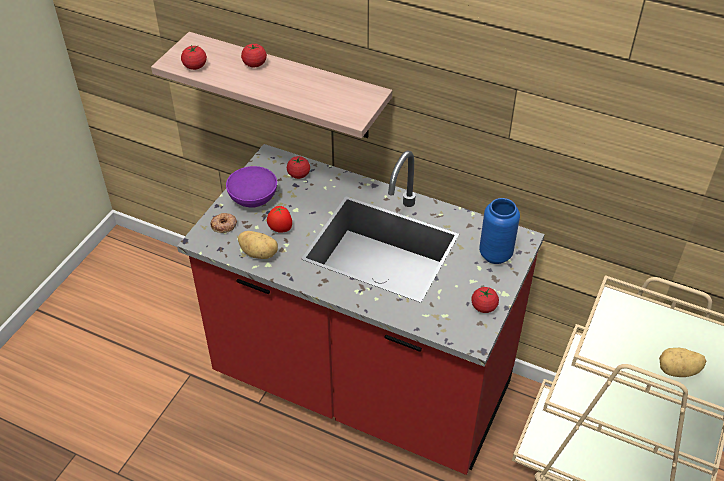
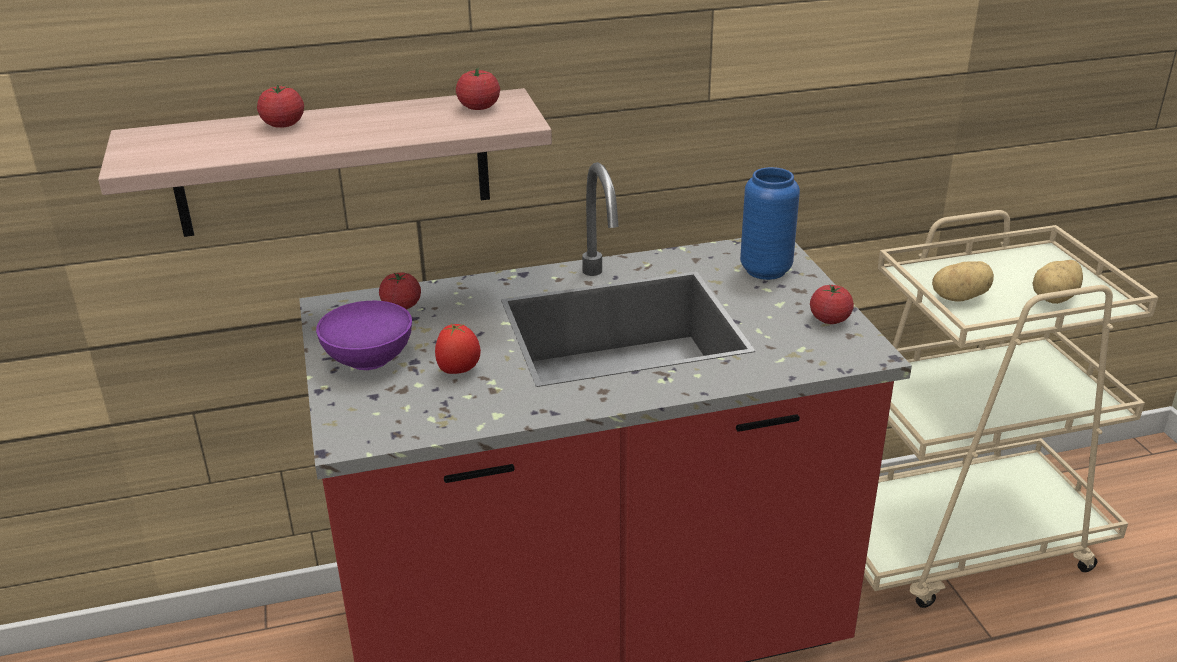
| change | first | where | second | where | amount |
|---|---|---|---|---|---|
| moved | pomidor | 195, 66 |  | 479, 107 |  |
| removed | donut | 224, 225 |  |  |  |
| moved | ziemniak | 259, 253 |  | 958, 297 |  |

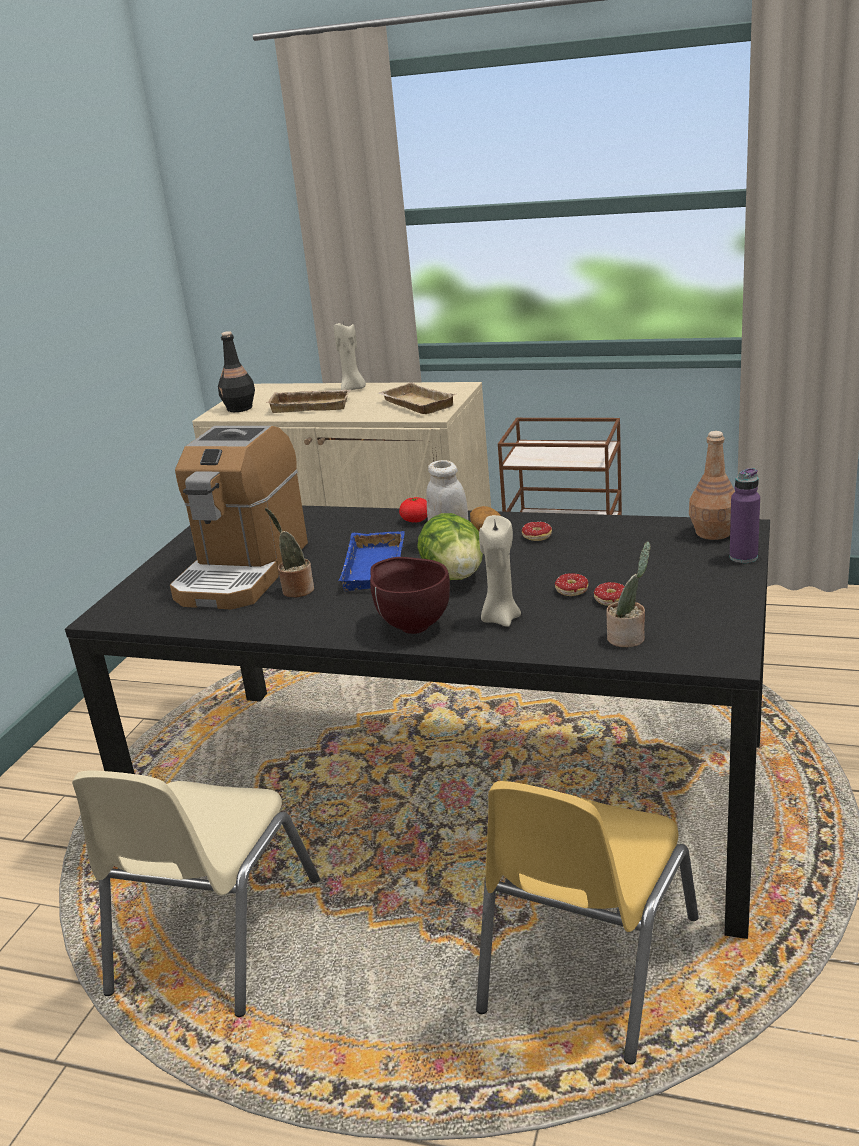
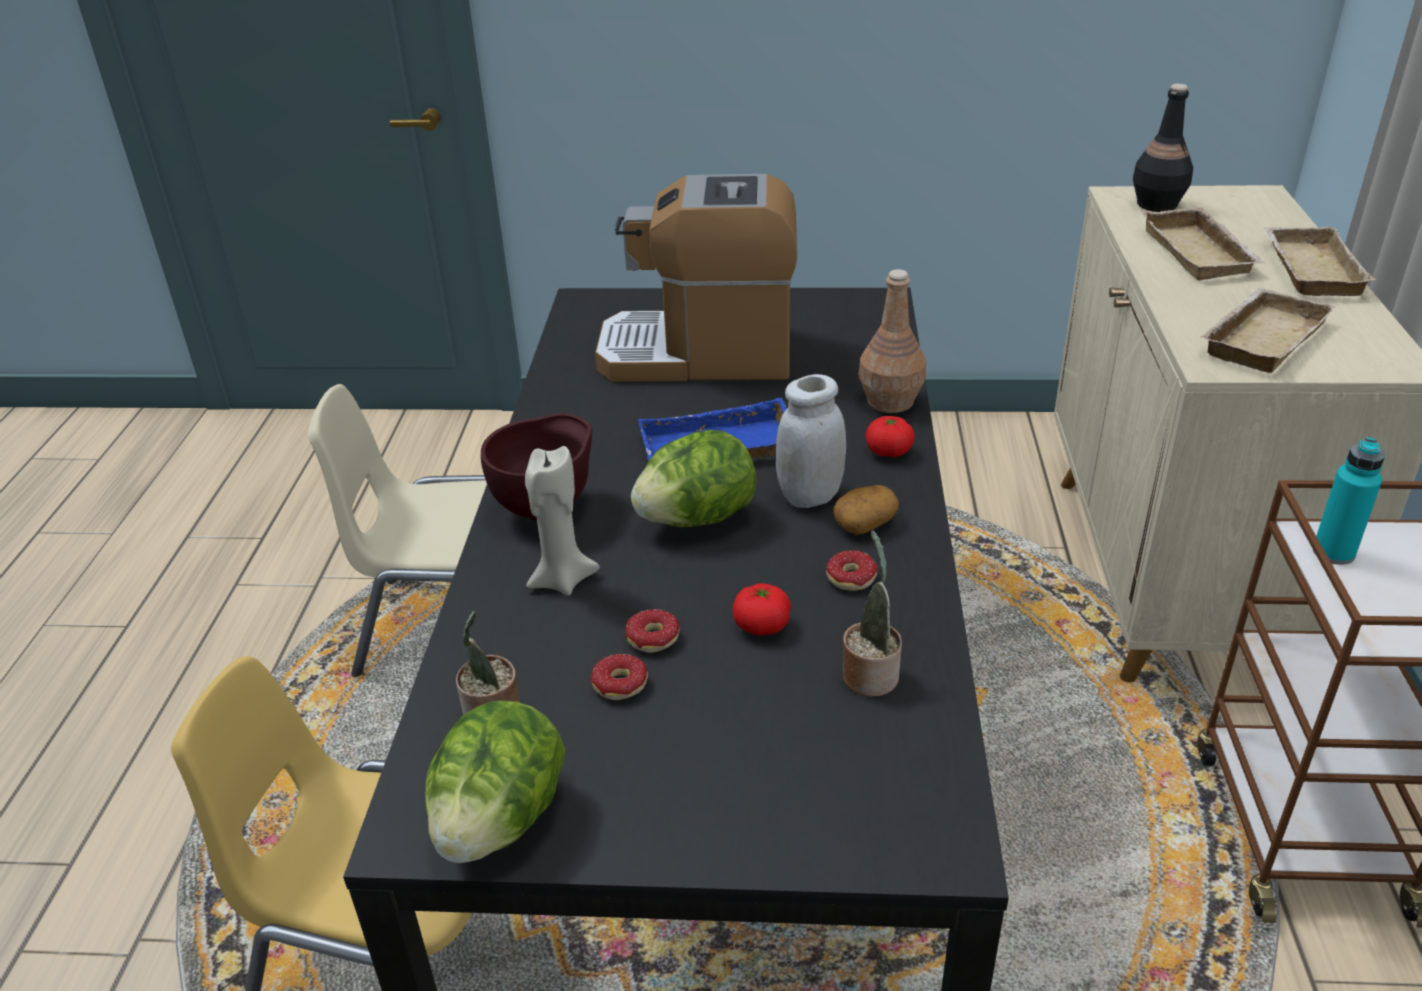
| change | first | where | second | where | amount |
|---|---|---|---|---|---|
| moved | roślina doniczkowa | 296, 590 |  | 870, 673 |  |
| replaced | świeca (beżowy) | 353, 389 | taca (beżowy) | 1307, 269 |  |
| moved | butelka (brązowy) | 713, 532 |  | 891, 401 |  |
| removed | butelka (fioletowy) | 743, 557 |  |  |  |
| added |  |  | sałata | 500, 820 |  |
| added |  |  | pomidor | 762, 625 |  |
| added |  |  | butelka (turkusowy) | 1333, 553 |  |

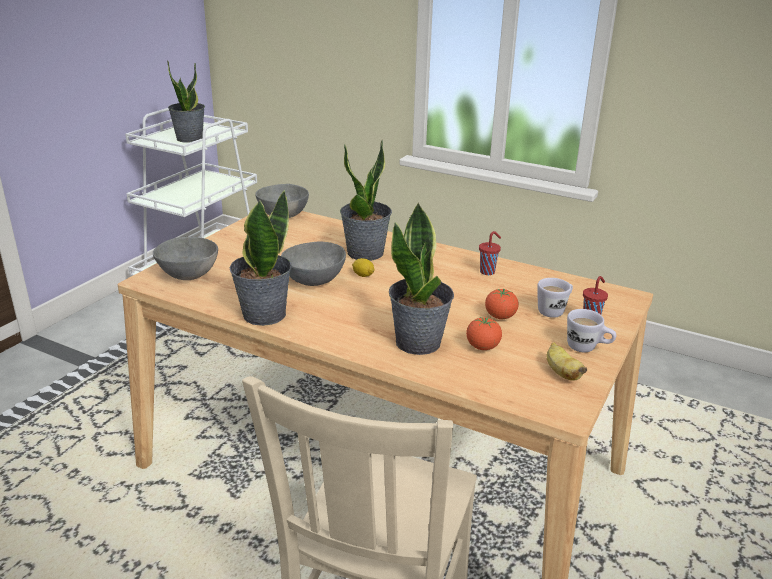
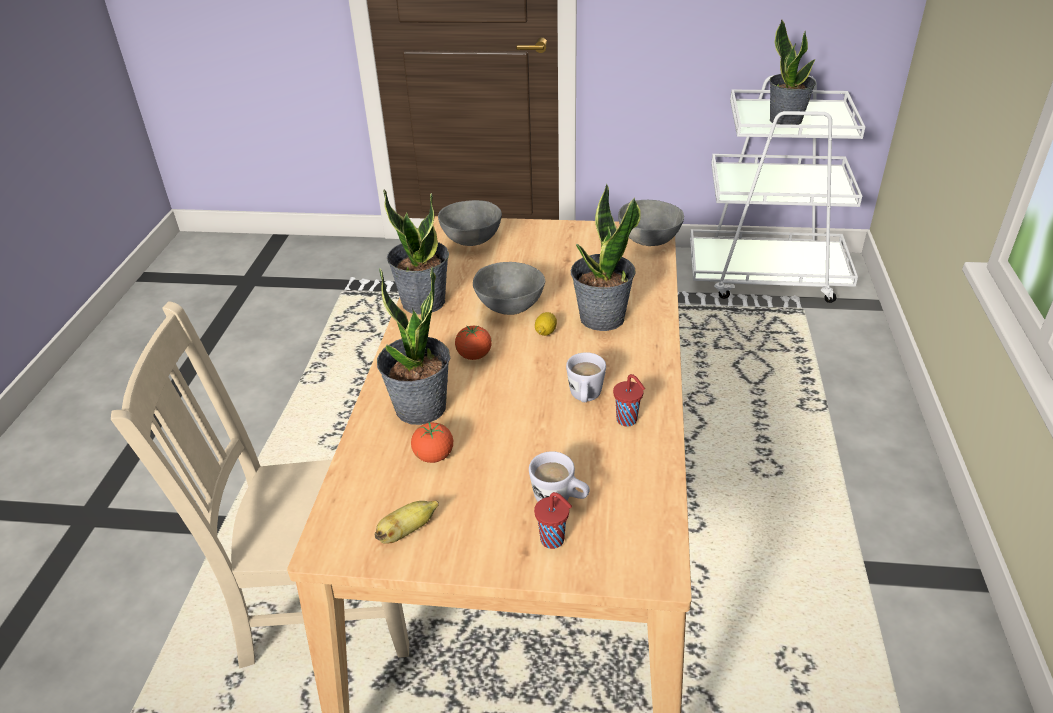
| change | first | where | second | where | amount |
|---|---|---|---|---|---|
| moved | pomidor | 500, 317 |  | 474, 356 |  |
| moved | kubek (biały) | 587, 348 |  | 585, 398 |  |

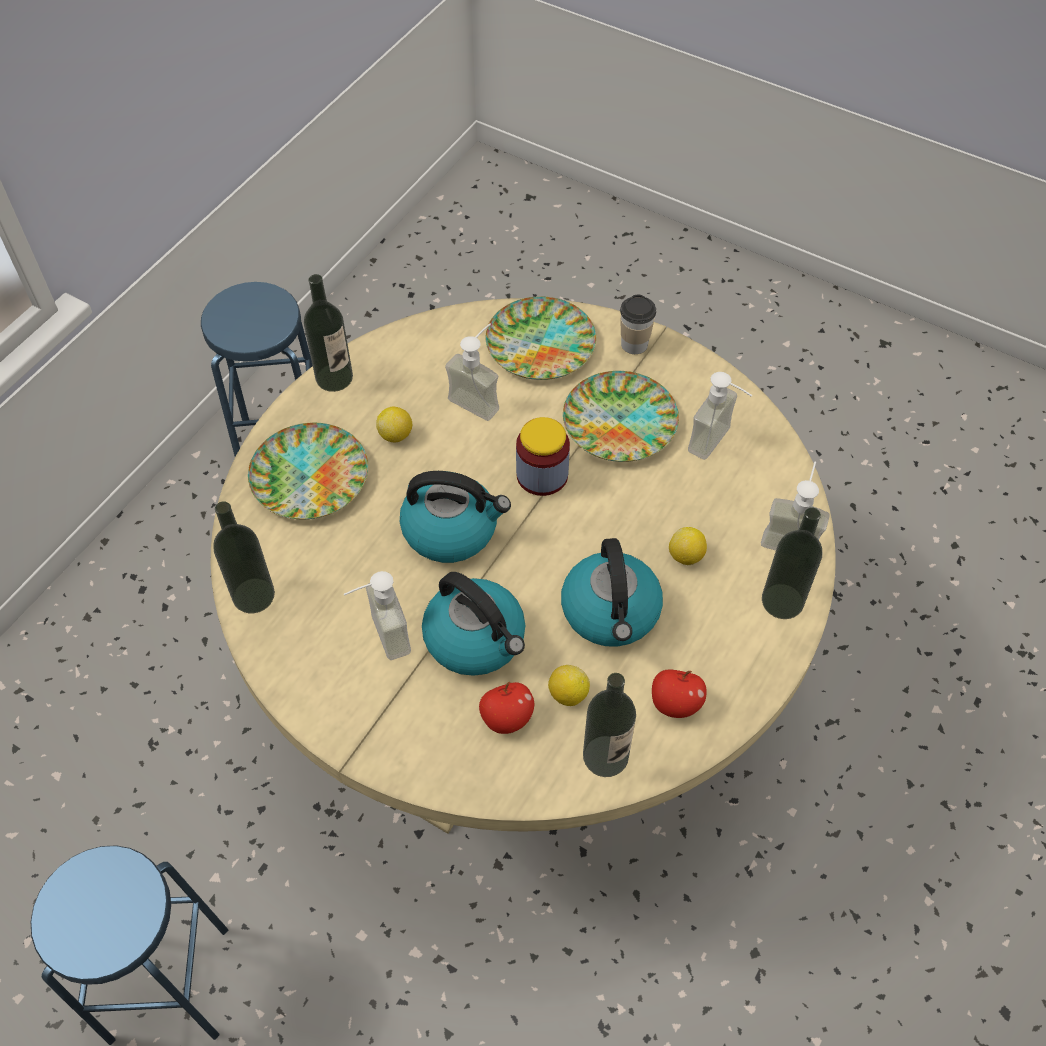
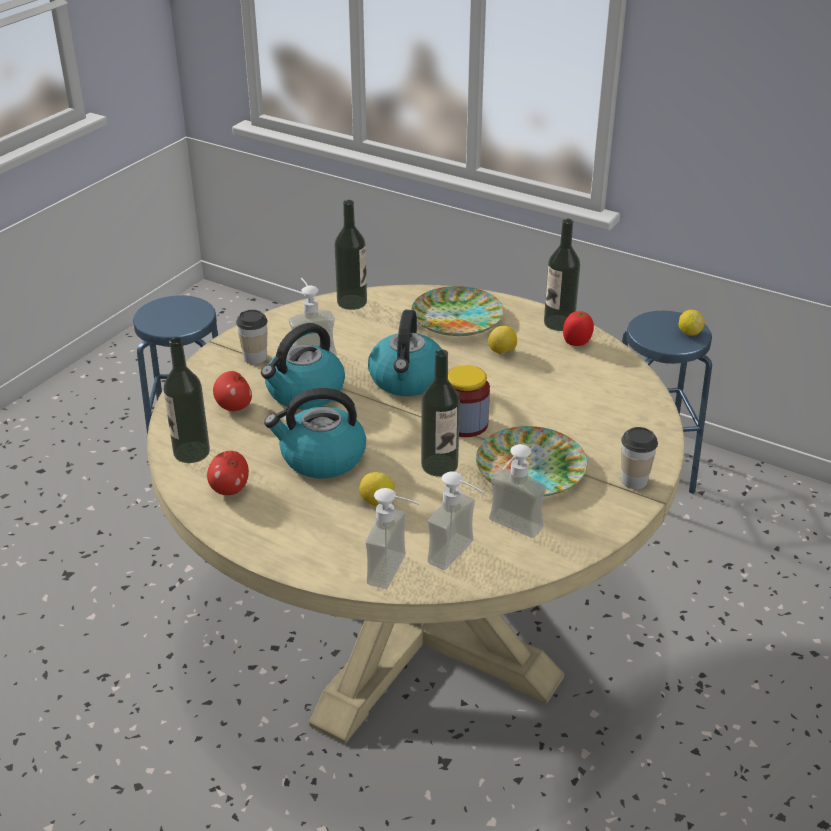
| change | first | where | second | where | amount |
|---|---|---|---|---|---|
| moved | dozownik mydła | 479, 398 |  | 460, 556 |  |
| removed | talerz | 540, 344 |  |  |  |
| moved | cytryna | 568, 694 |  | 689, 333 |  |
| moved | butelka | 782, 601 |  | 439, 465 |  |
| added |  |  | filiżanka | 255, 358 |  |
| added |  |  | pomidor | 577, 342 |  |

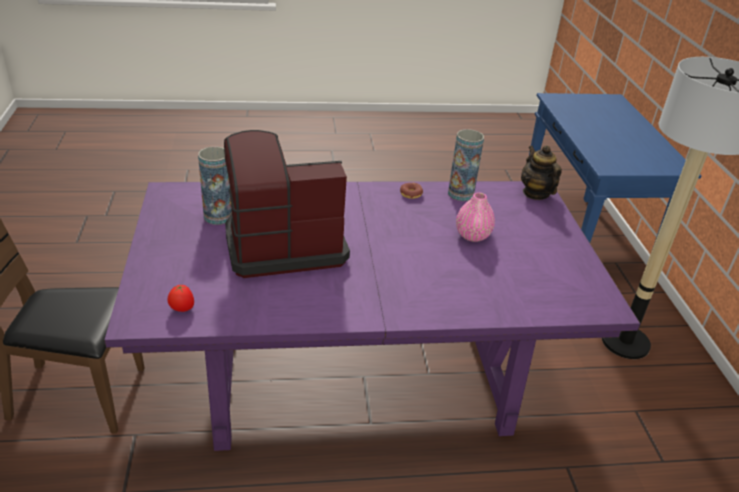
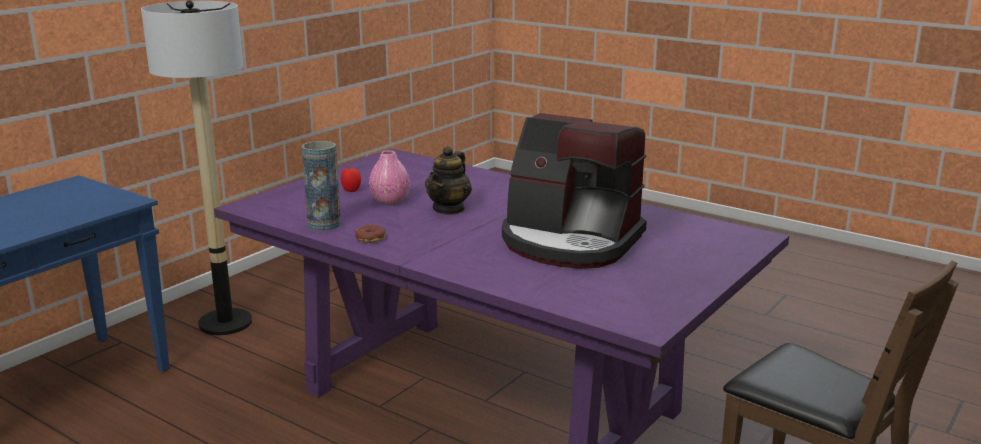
| change | first | where | second | where | amount |
|---|---|---|---|---|---|
| moved | pomidor | 182, 309 |  | 351, 190 |  |
| removed | wazon | 218, 216 |  |  |  |
| moved | imbryk | 535, 193 |  | 449, 209 |  |

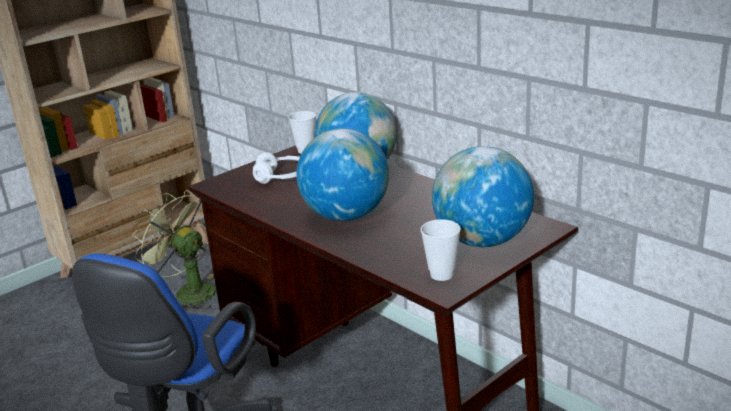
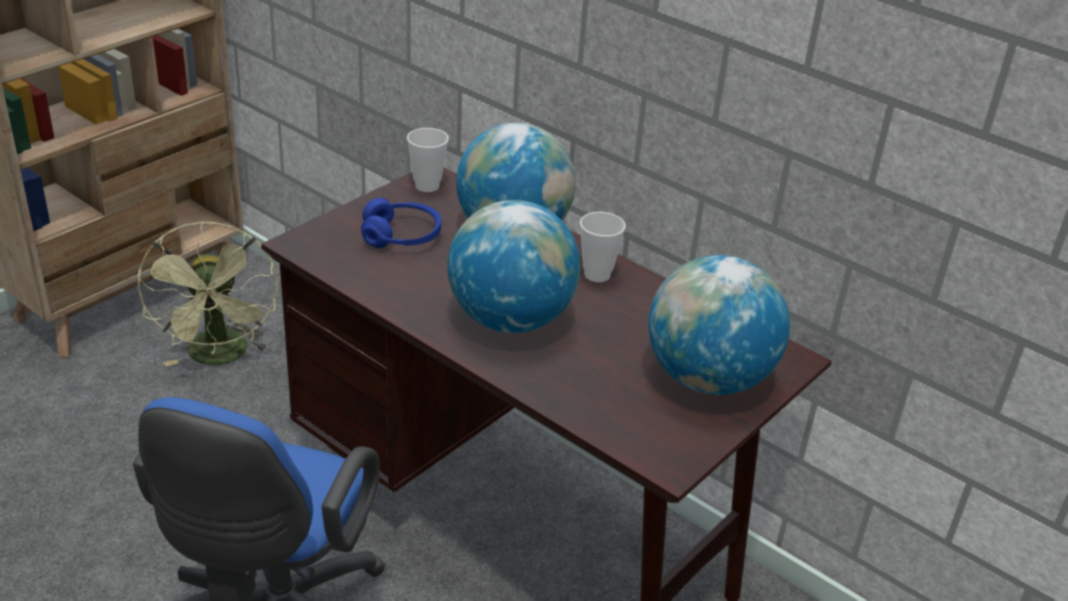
| change | first | where | second | where | amount |
|---|---|---|---|---|---|
| turned | wentylator (zielony) | 188, 292 |  | 220, 357 | 135 degrees counterclockwise |
| recoloured | słuchawki (biały) | 282, 177 | słuchawki (niebieski) | 401, 236 |  |
| moved | filiżanka | 441, 274 |  | 597, 274 |  |

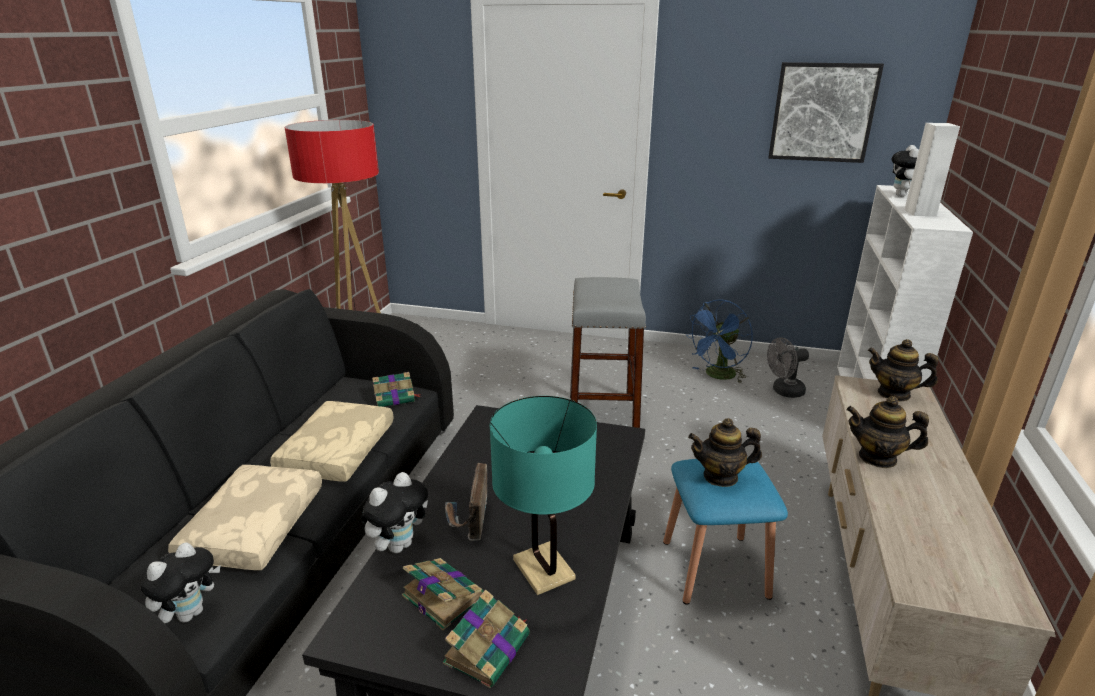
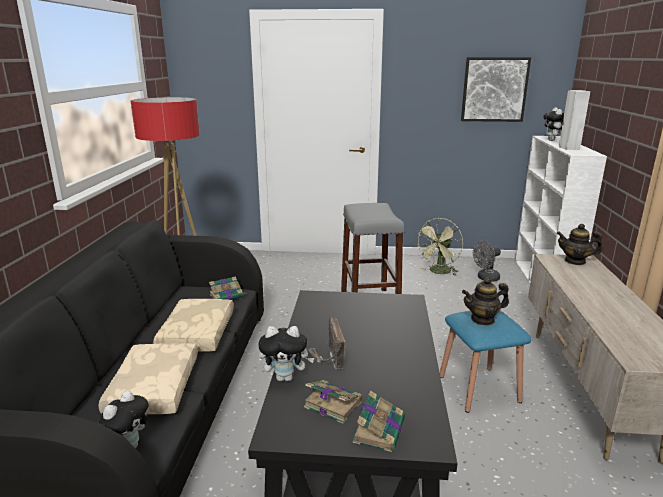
| change | first | where | second | where | amount |
|---|---|---|---|---|---|
| turned | pluszak | 399, 544 |  | 286, 377 | 60 degrees clockwise |
| removed | lampa stołowa (turkusowy) | 544, 569 |  |  |  |
| recoloured | wentylator (niebieski) | 717, 376 | wentylator (zielony) | 438, 272 |  |
| removed | imbryk | 878, 458 |  |  |  |

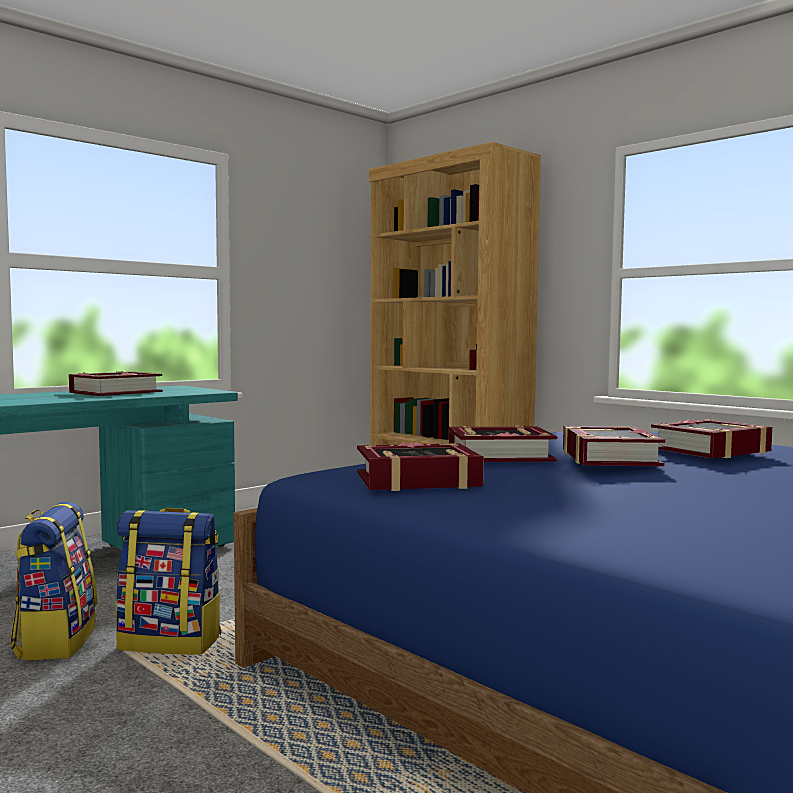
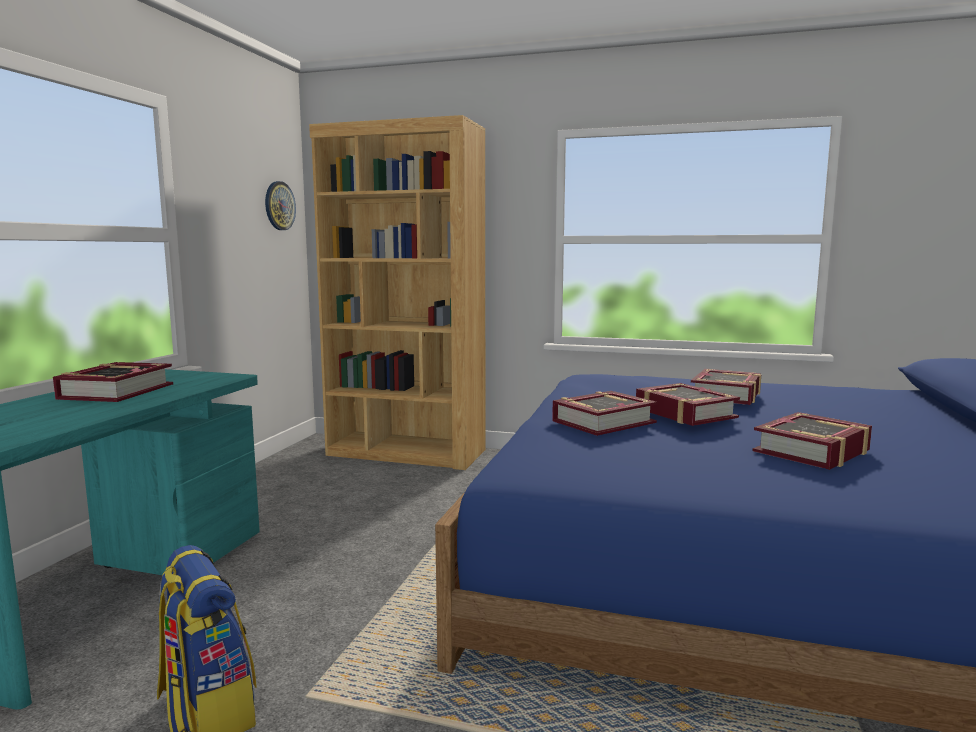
| change | first | where | second | where | amount |
|---|---|---|---|---|---|
| removed | plecak | 171, 642 |  |  |  |
| moved | książka | 417, 480 |  | 812, 451 |  |
| added |  |  | zegar ścienny | 279, 206 |  |

